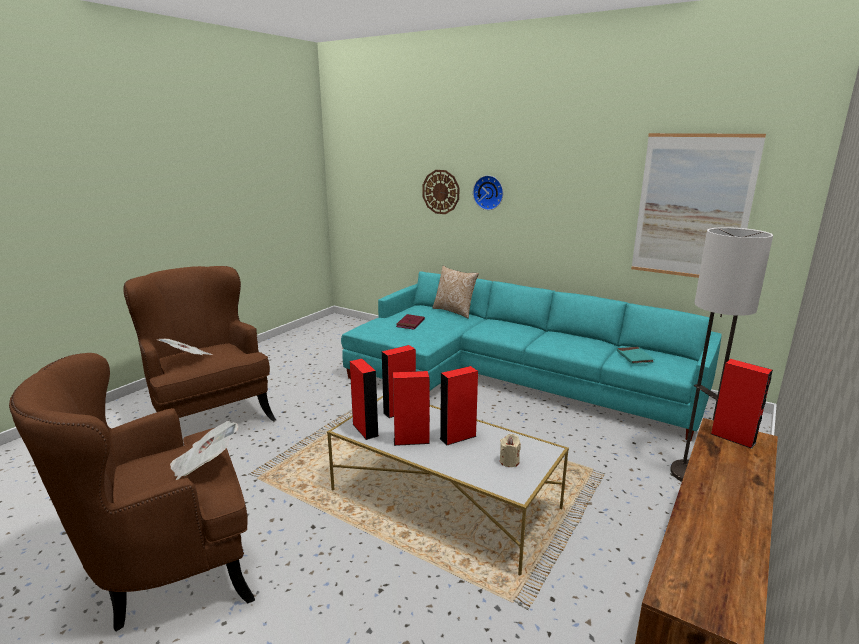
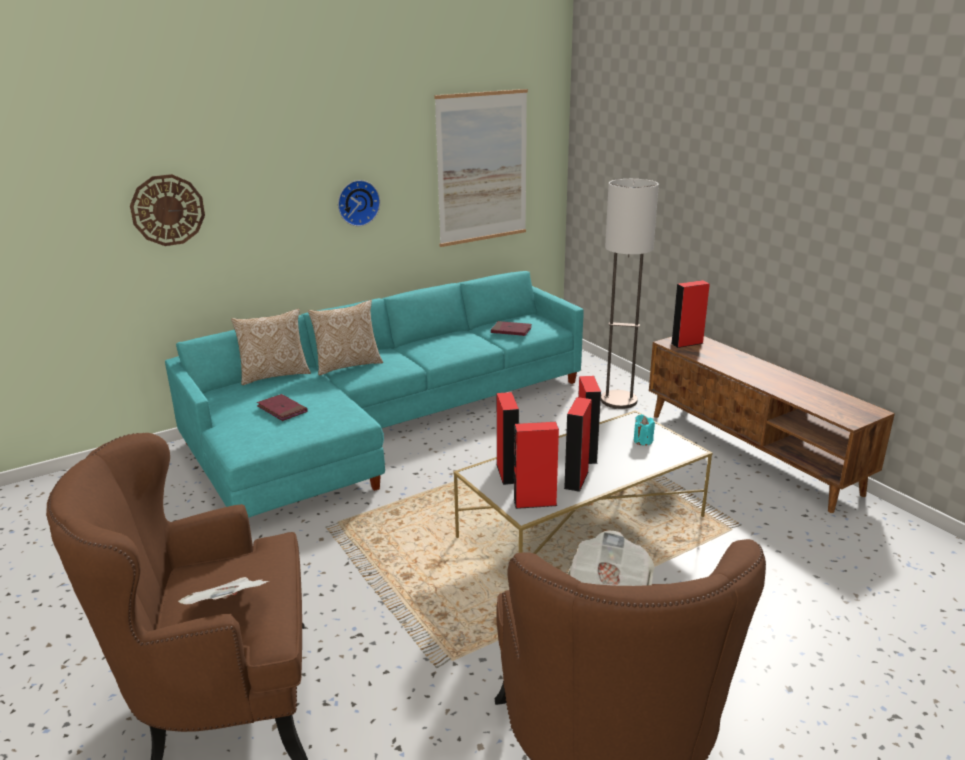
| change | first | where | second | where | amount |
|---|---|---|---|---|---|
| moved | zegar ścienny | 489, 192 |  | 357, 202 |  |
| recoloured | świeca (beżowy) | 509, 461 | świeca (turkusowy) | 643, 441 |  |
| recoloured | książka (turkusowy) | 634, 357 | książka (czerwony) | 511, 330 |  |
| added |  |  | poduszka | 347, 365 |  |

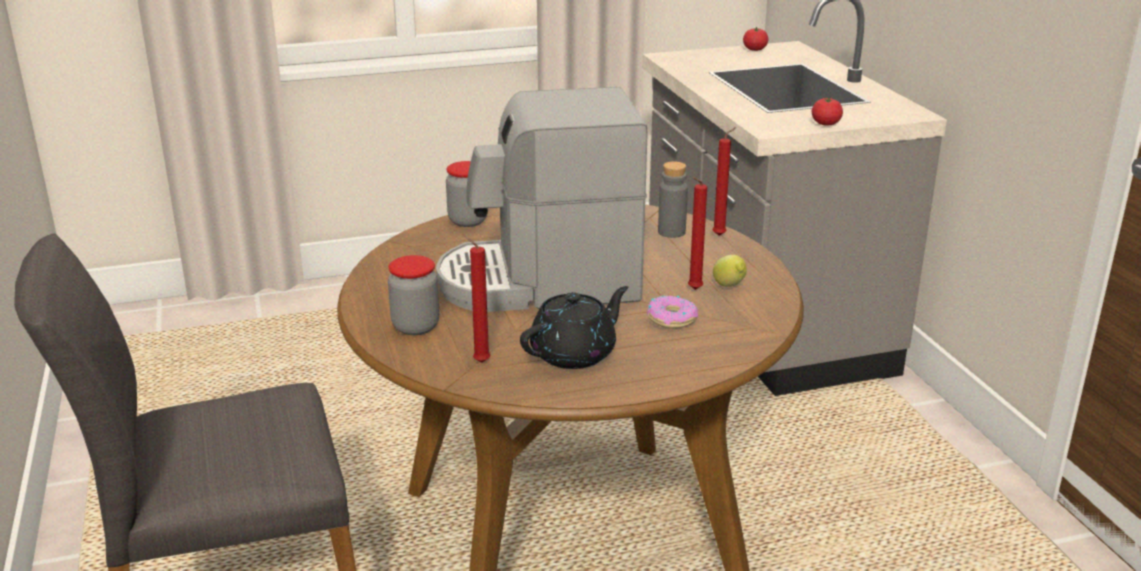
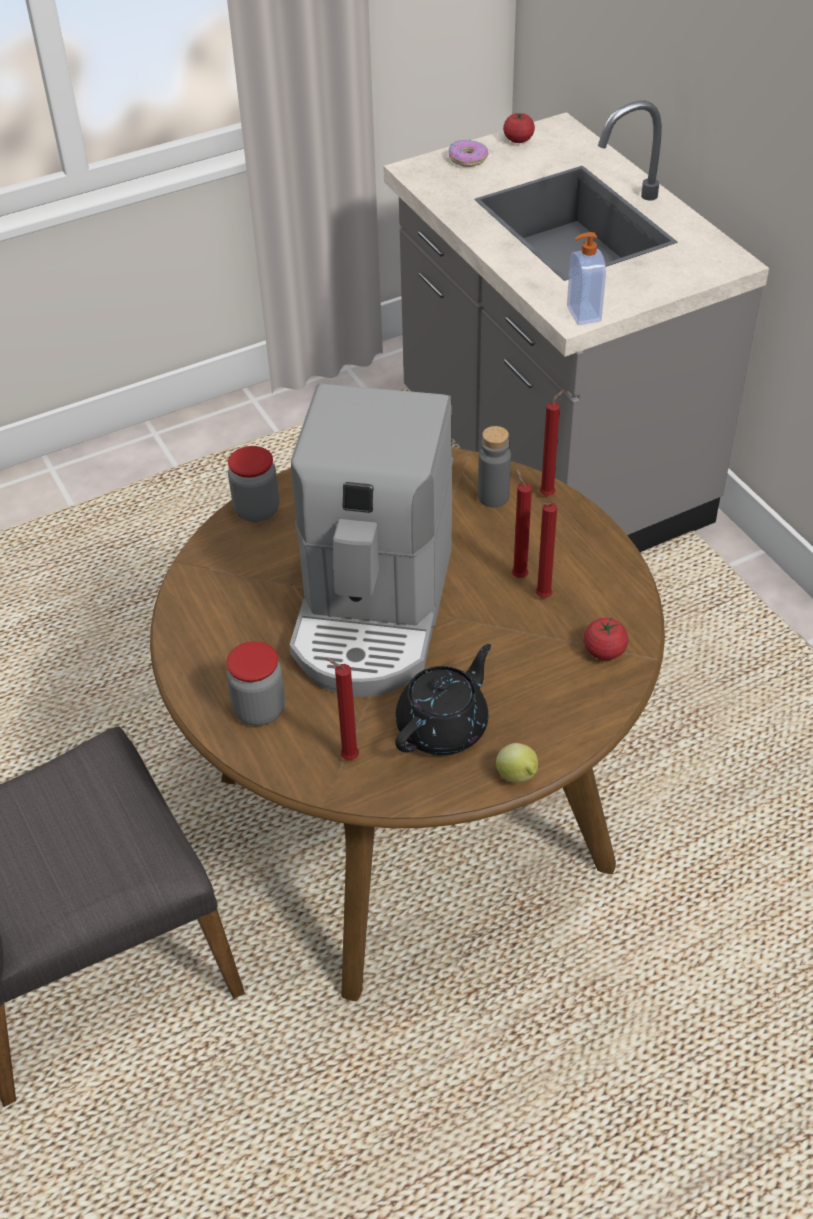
| change | first | where | second | where | amount |
|---|---|---|---|---|---|
| turned | ekspres do kawy | 540, 282 |  | 373, 611 | 60 degrees counterclockwise |
| moved | donut | 671, 319 |  | 467, 159 |  |
| moved | cytryna | 729, 287 |  | 518, 777 |  |
| moved | pomidor | 825, 124 |  | 604, 651 |  |
| added |  |  | świeca (czerwony) | 518, 575 |  |
| added |  |  | dozownik mydła | 582, 314 |  |

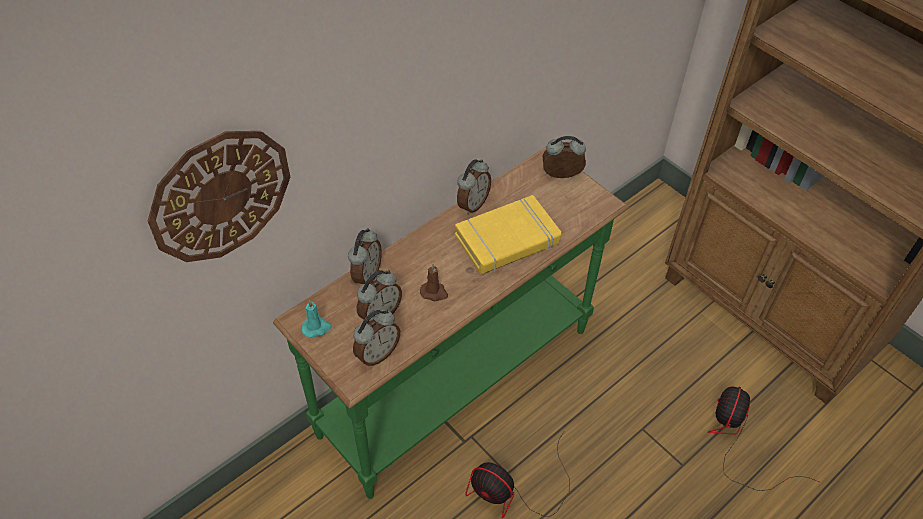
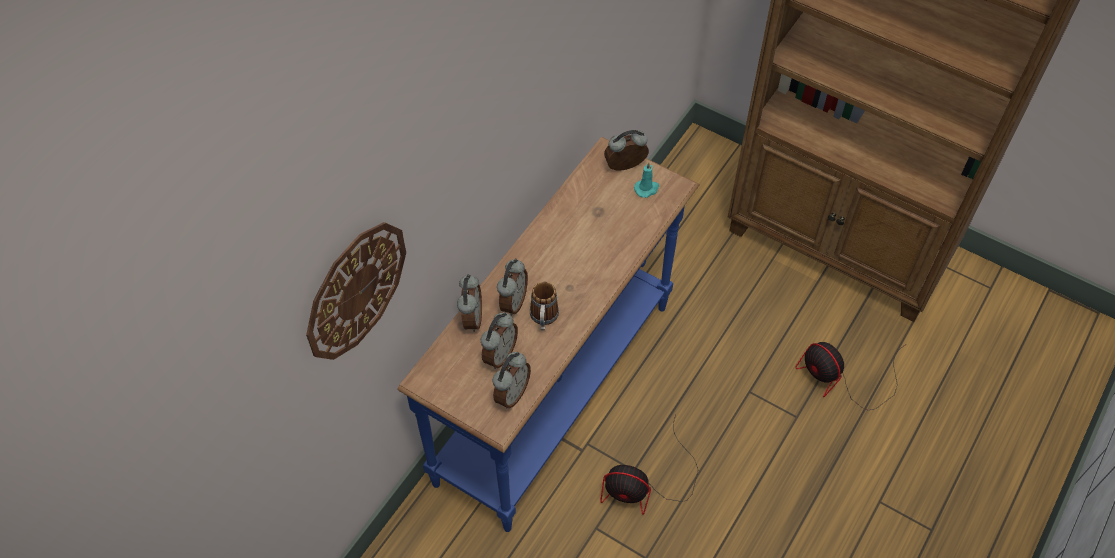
| change | first | where | second | where | amount |
|---|---|---|---|---|---|
| recoloured | stolik konsolowy (zielony) | 458, 383 | stolik konsolowy (niebieski) | 557, 394 |  |
| moved | świeca (turkusowy) | 316, 328 |  | 647, 189 |  |
| replaced | świeca (brązowy) | 434, 292 | kubek | 543, 319 |  |
| removed | książka (żółty) | 507, 240 |  |  |  |
| moved | budzik | 472, 204 |  | 512, 302 |  |
| turned | wentylator | 737, 440 |  | 841, 379 | 45 degrees counterclockwise |

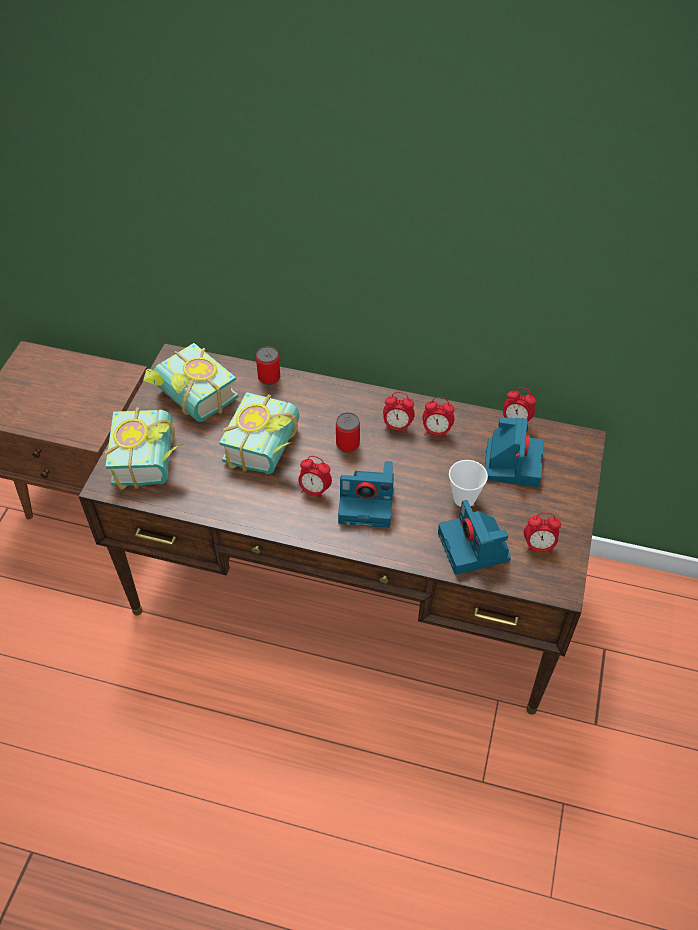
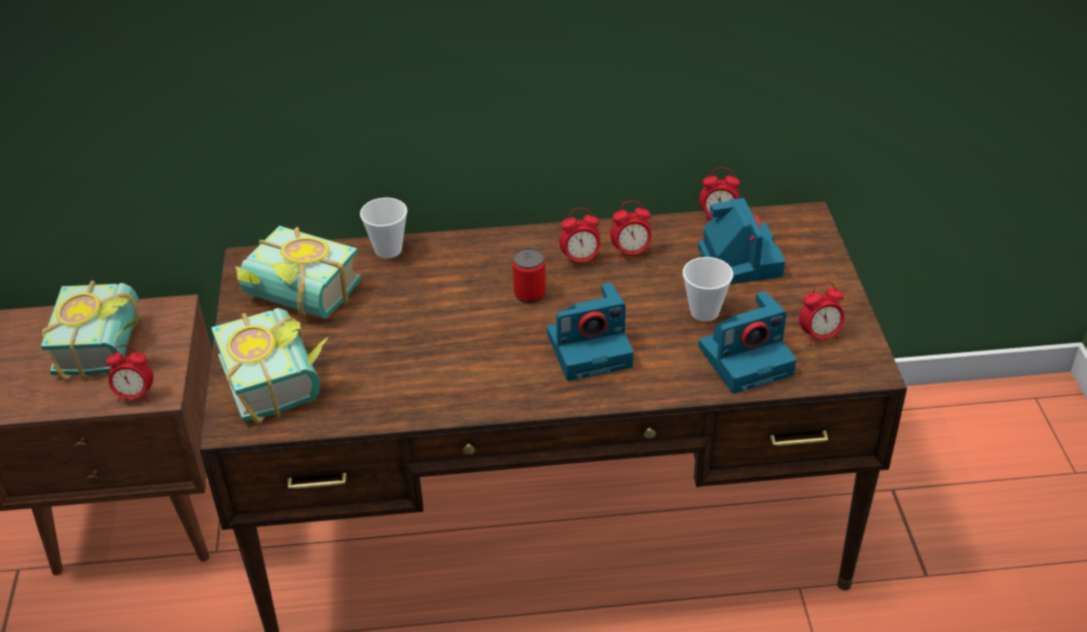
| change | first | where | second | where | amount |
|---|---|---|---|---|---|
| moved | książka | 269, 448 |  | 110, 347 |  |
| replaced | puszka | 269, 377 | filiżanka | 388, 250 |  |
| moved | budzik | 314, 490 |  | 135, 395 |  |
| turned | aparat fotograficzny | 474, 548 |  | 747, 359 | 75 degrees counterclockwise |

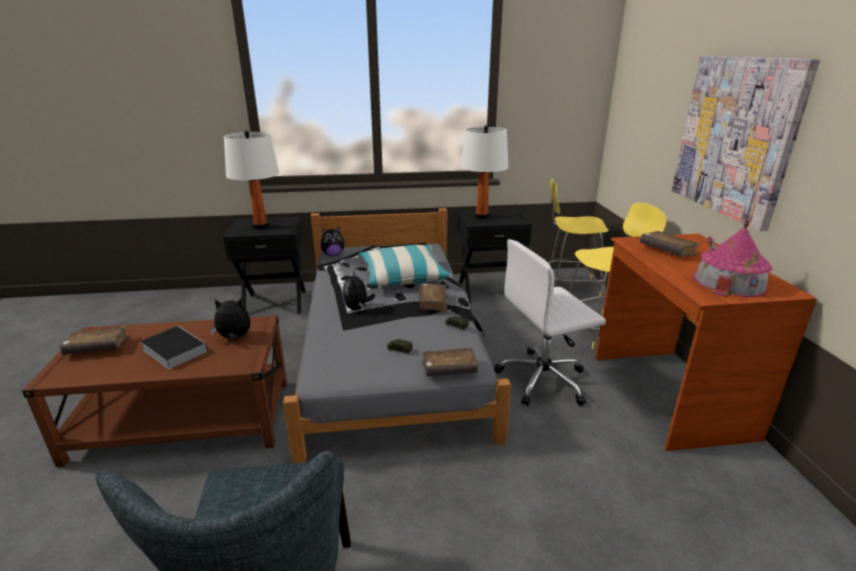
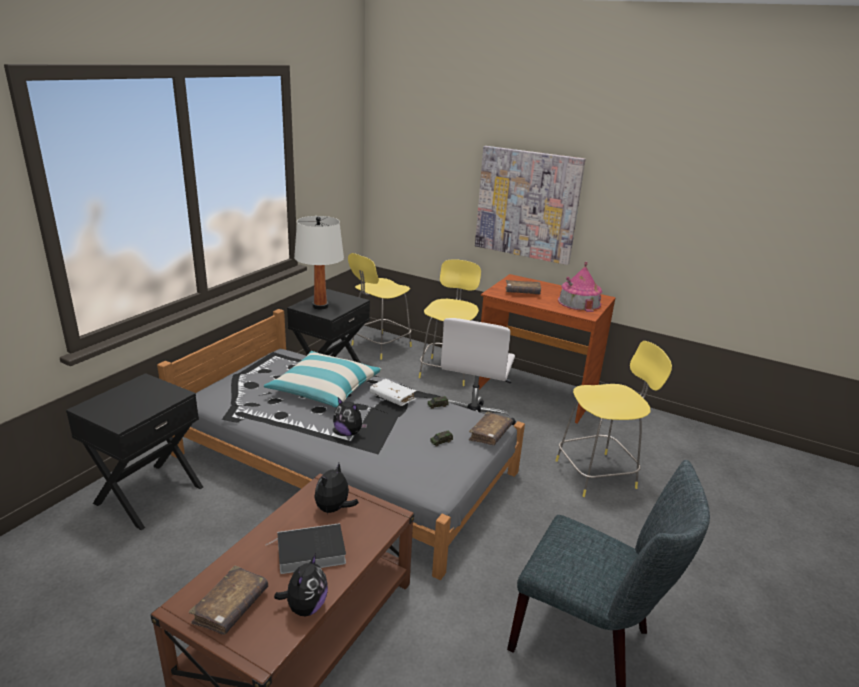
| change | first | where | second | where | amount |
|---|---|---|---|---|---|
| removed | lampa stołowa (biały) | 260, 226 |  |  |  |
| moved | pluszak | 333, 254 |  | 305, 607 |  |
| recoloured | książka (brązowy) | 433, 302 | książka (biały) | 392, 398 |  |
| added |  |  | stołek (żółty) | 598, 474 |  |

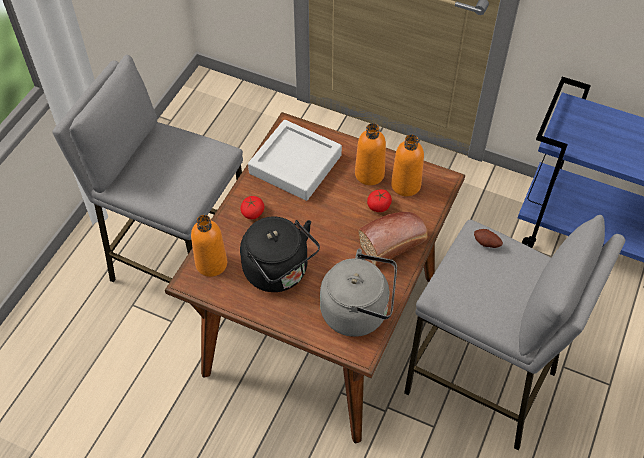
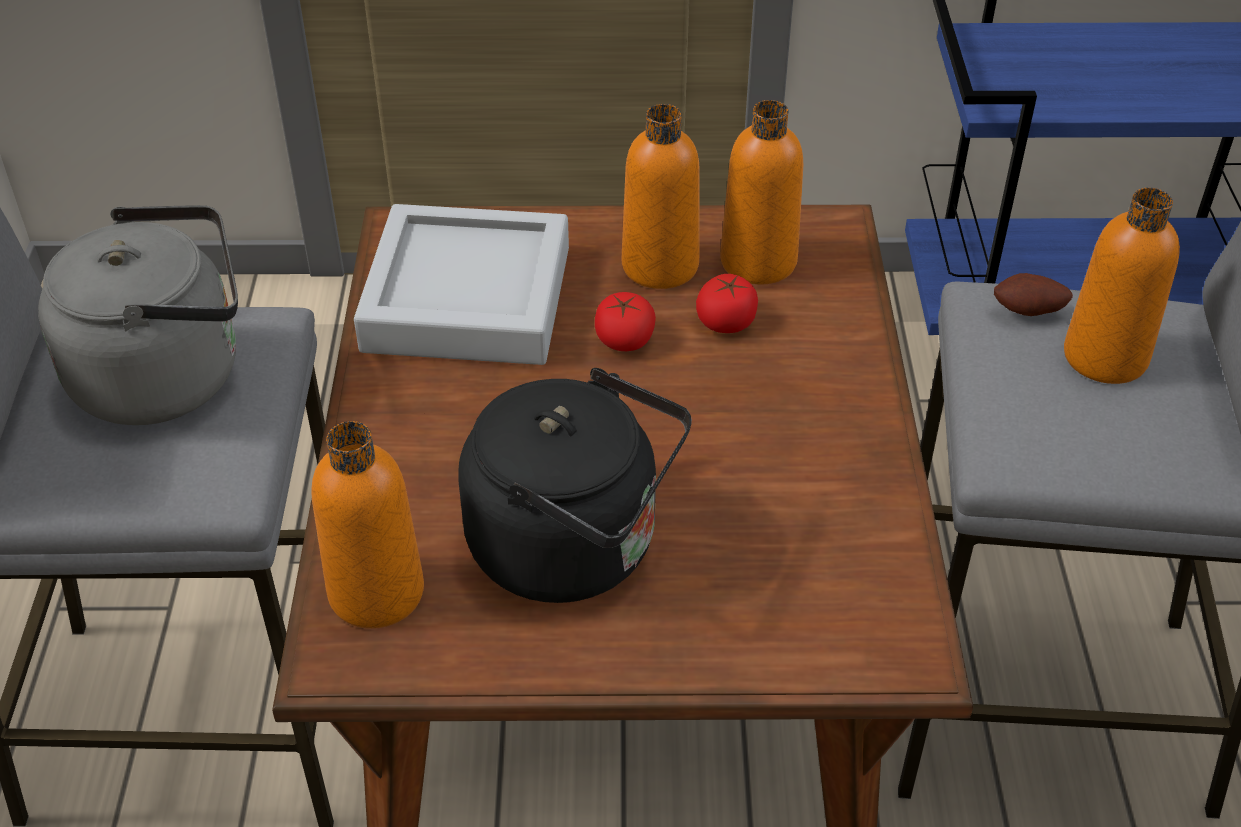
| change | first | where | second | where | amount |
|---|---|---|---|---|---|
| moved | pomidor | 252, 213 |  | 624, 339 |  |
| moved | czajnik (szary) | 359, 311 |  | 168, 375 |  |
| removed | chleb | 394, 243 |  |  |  |
| added |  |  | butelka (pomarańczowy) | 1105, 357 |  |

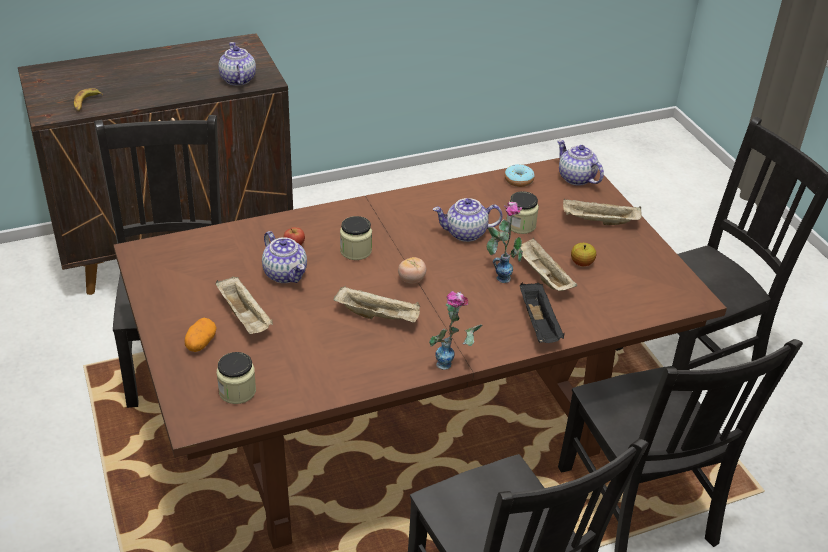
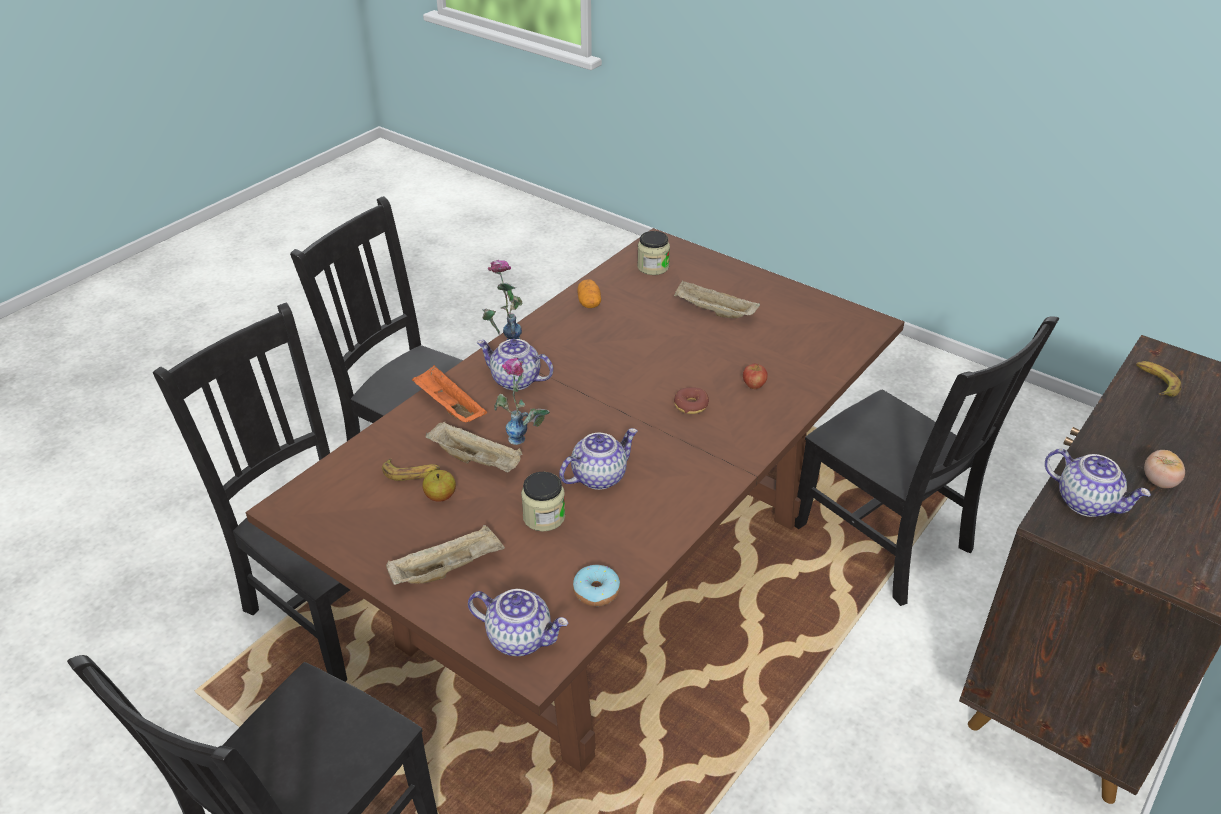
| change | first | where | second | where | amount |
|---|---|---|---|---|---|
| moved | ziemniak | 200, 343 |  | 589, 302 |  |
| moved | imbryk | 286, 274 |  | 515, 380 |  |
| removed | taca (beżowy) | 378, 316 |  |  |  |
| replaced | słoik | 356, 251 | donut | 691, 405 |  |
| moved | pomidor | 411, 280 |  | 1159, 481 |  |
| recoloured | taca (czarny) | 539, 324 | taca (pomarańczowy) | 449, 408 |  |
| added |  |  | banan | 411, 473 |  |

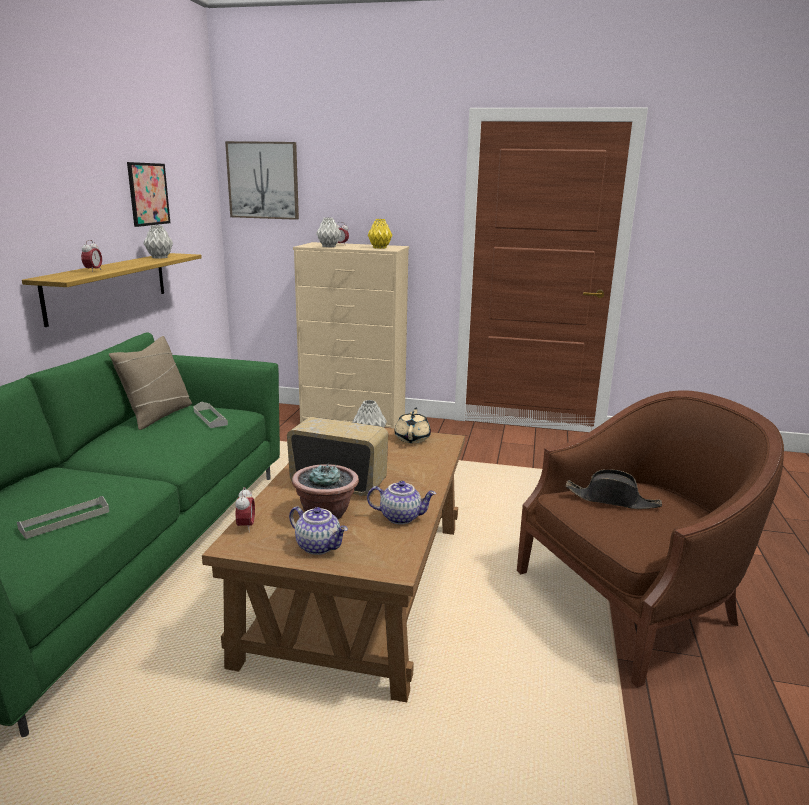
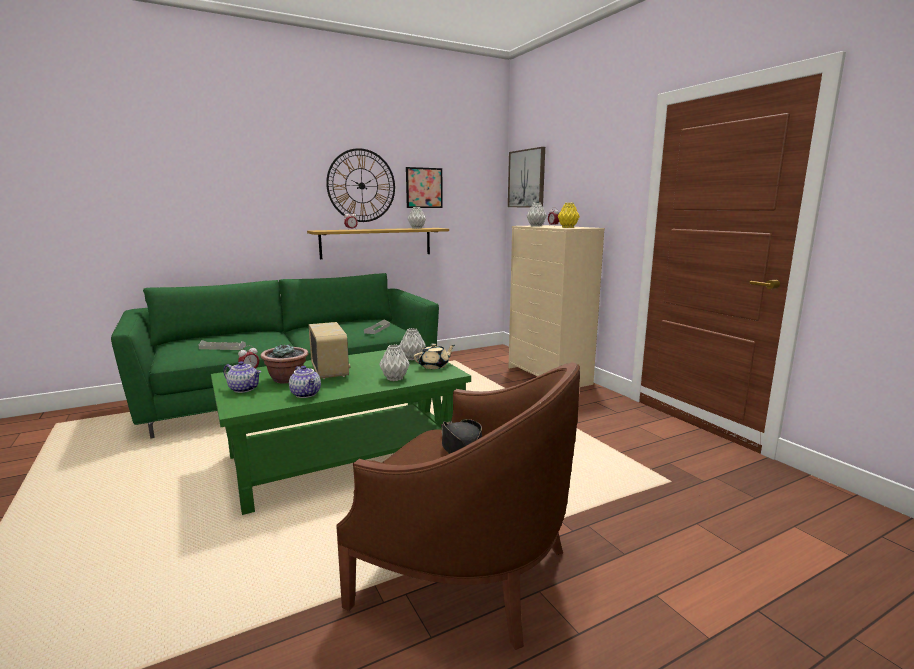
| change | first | where | second | where | amount |
|---|---|---|---|---|---|
| removed | poduszka (beżowy) | 158, 415 |  |  |  |
| recoloured | ława (brązowy) | 359, 587 | ława (zielony) | 345, 457 |  |
| turned | imbryk | 319, 546 |  | 244, 389 | 60 degrees counterclockwise |
| added |  |  | zegar ścienny | 361, 185 |  |
| added |  |  | wazon (szary) | 395, 379 |  |

